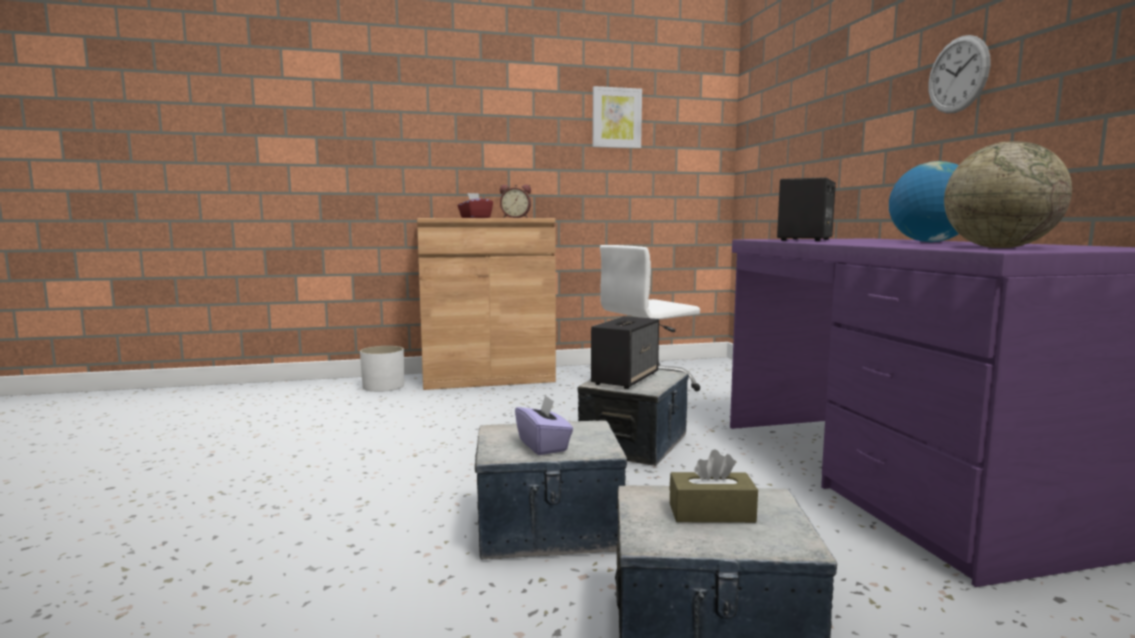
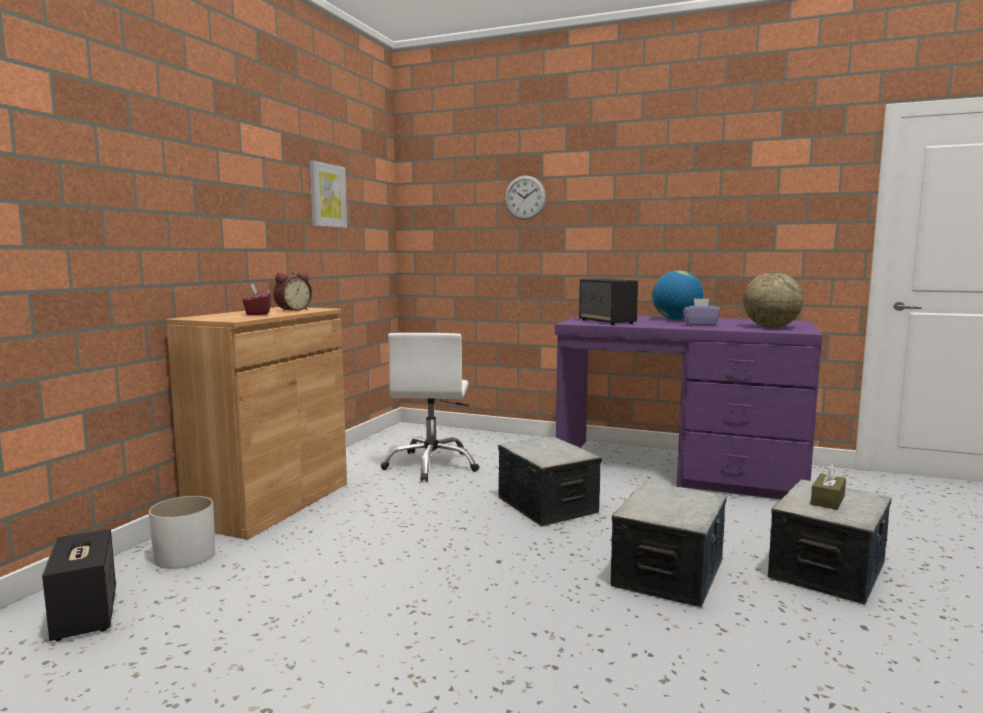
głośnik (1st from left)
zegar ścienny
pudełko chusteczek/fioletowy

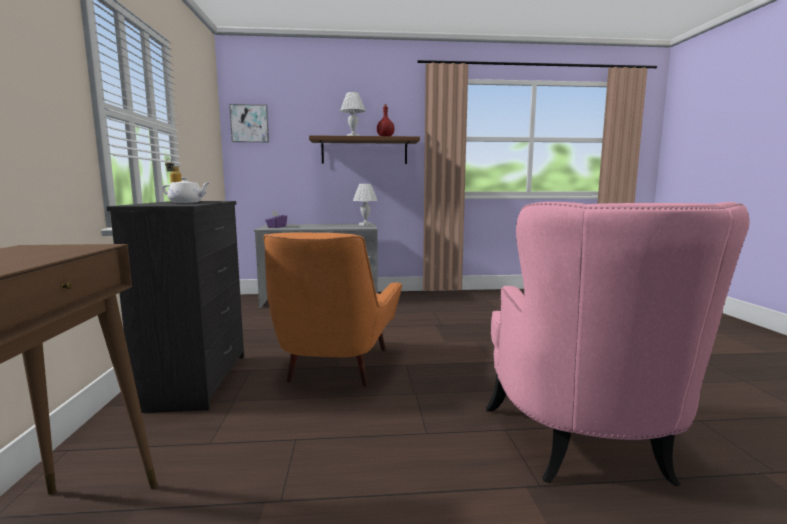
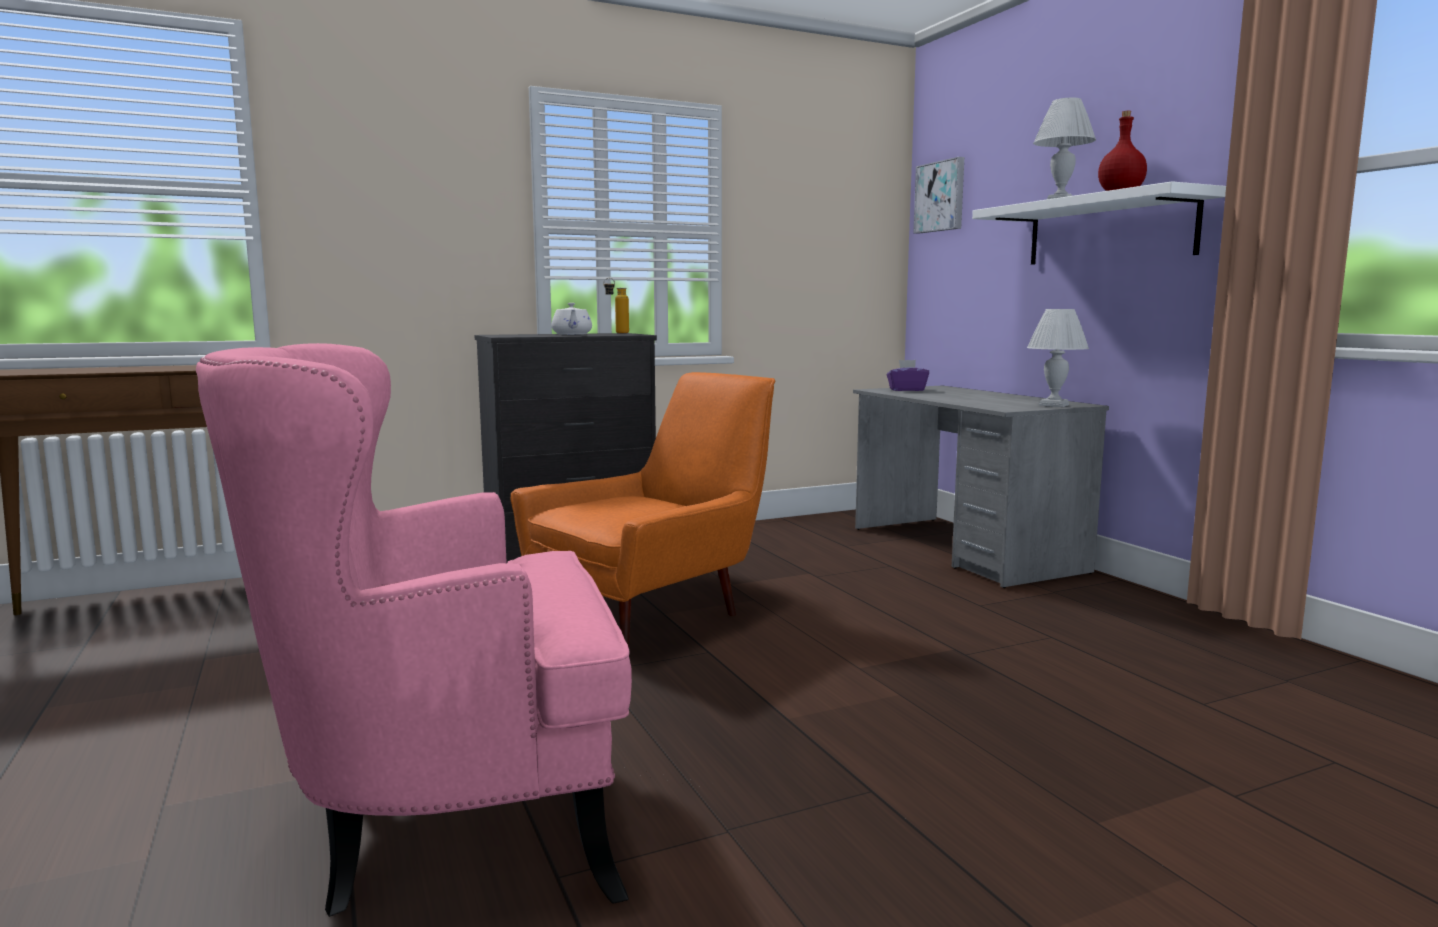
fotel/pomarańczowy
półka/biały

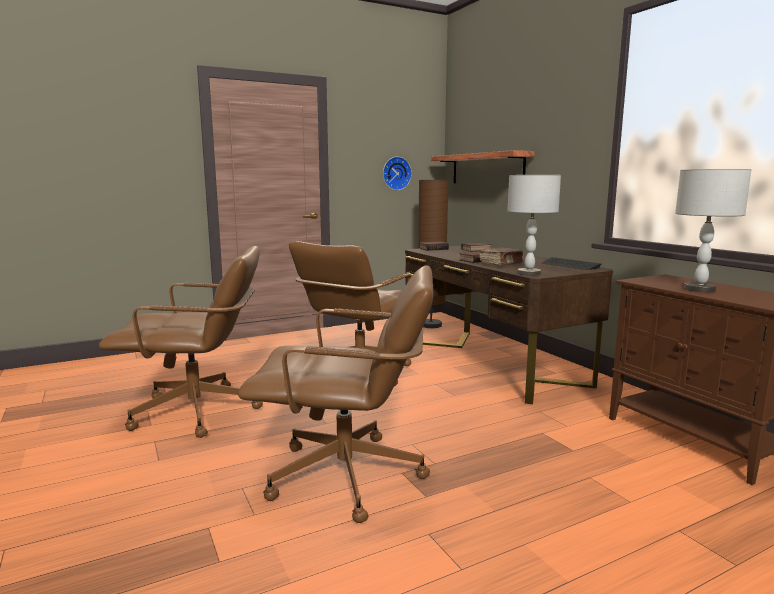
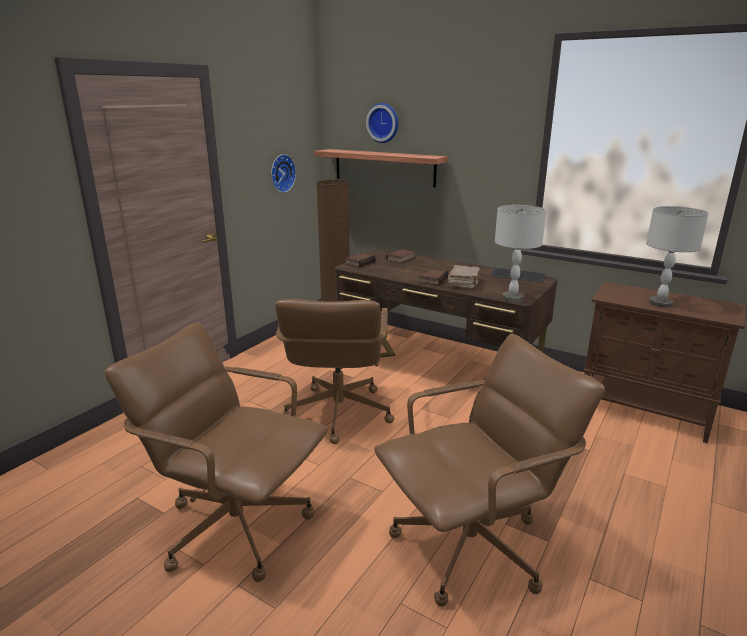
krzesło biurowe/brązowy (1st from left)
zegar ścienny (2nd from left)

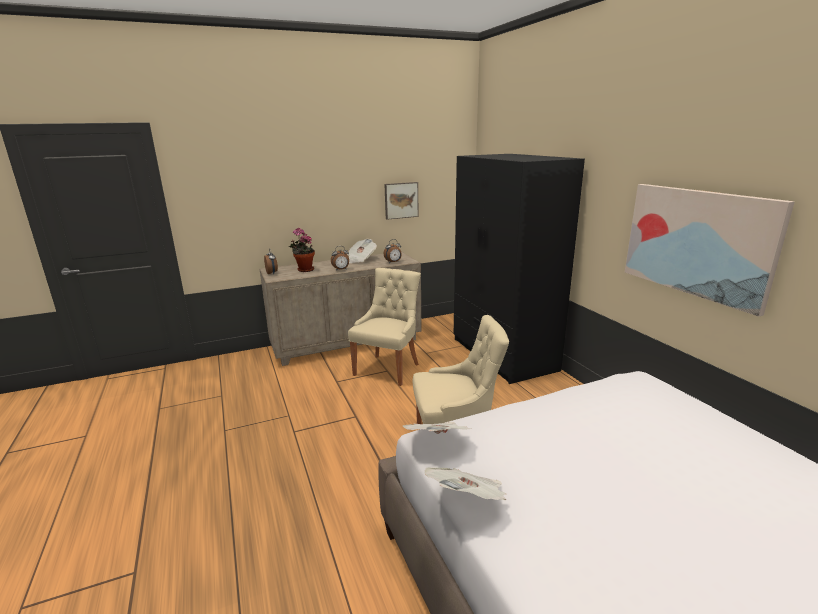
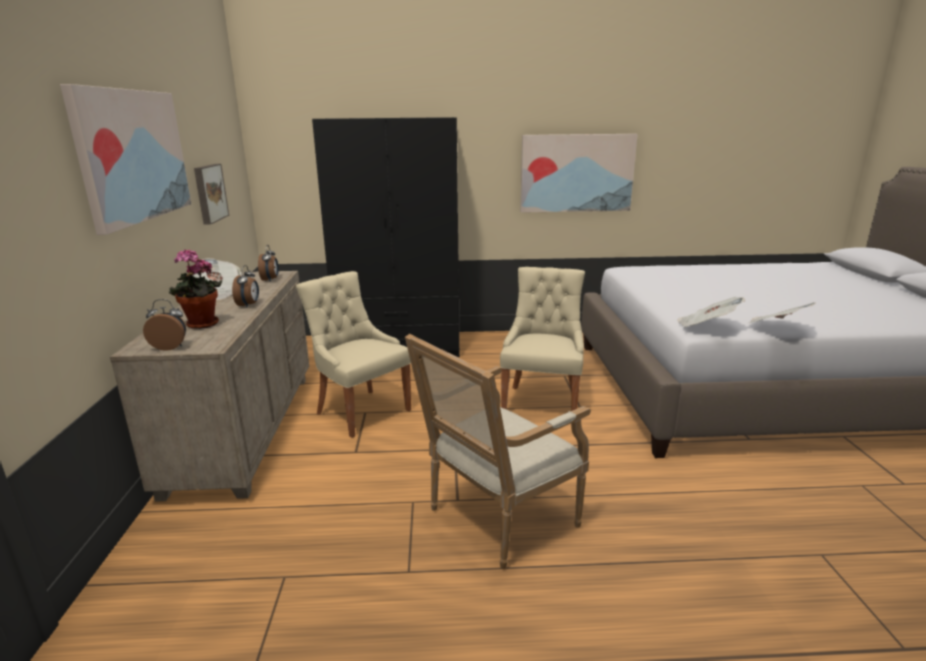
obraz (1st from left)
fotel

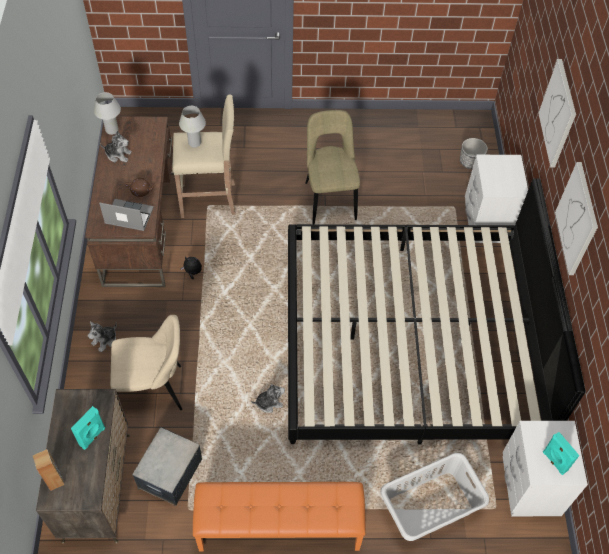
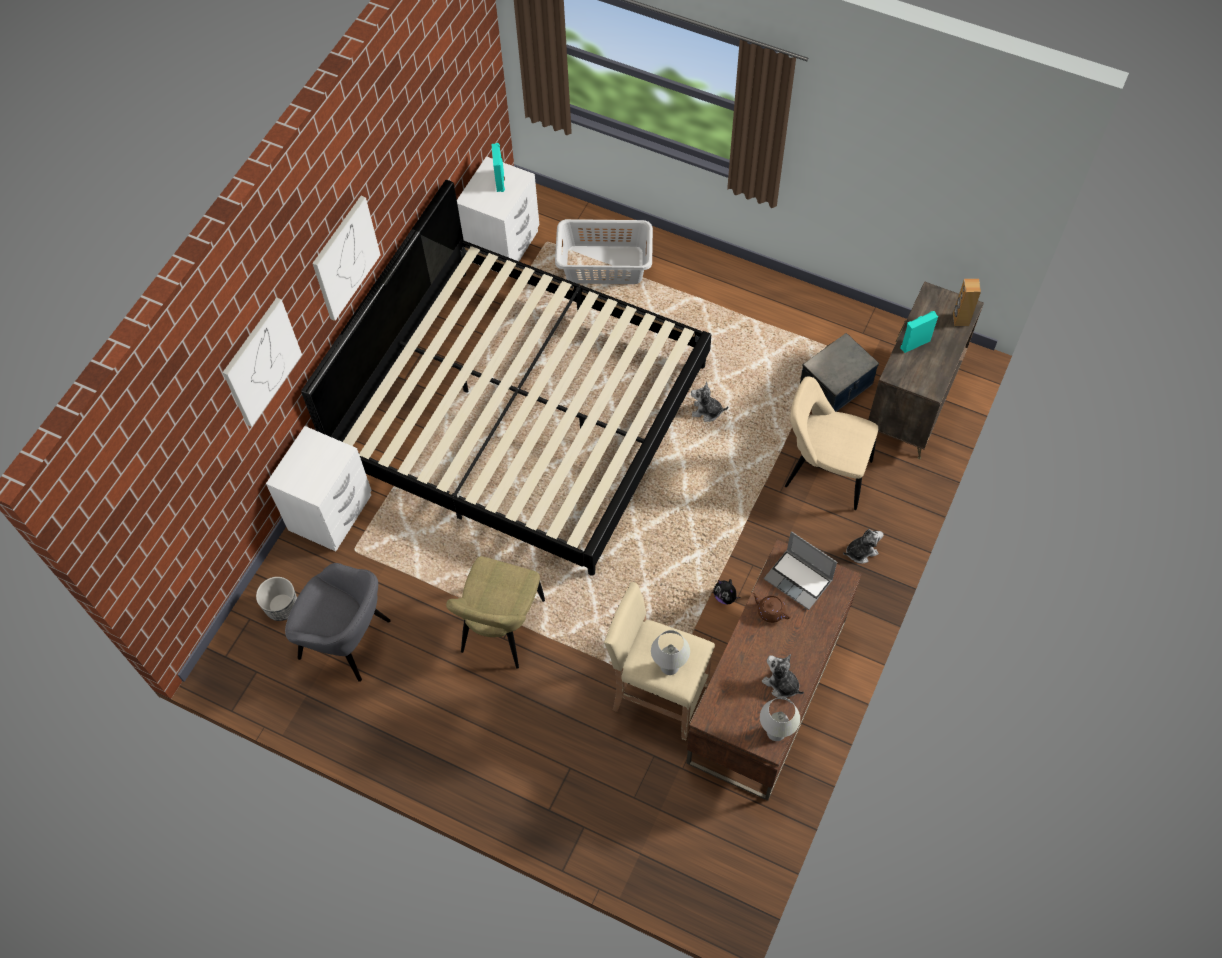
fotel/szary
ławka/pomarańczowy

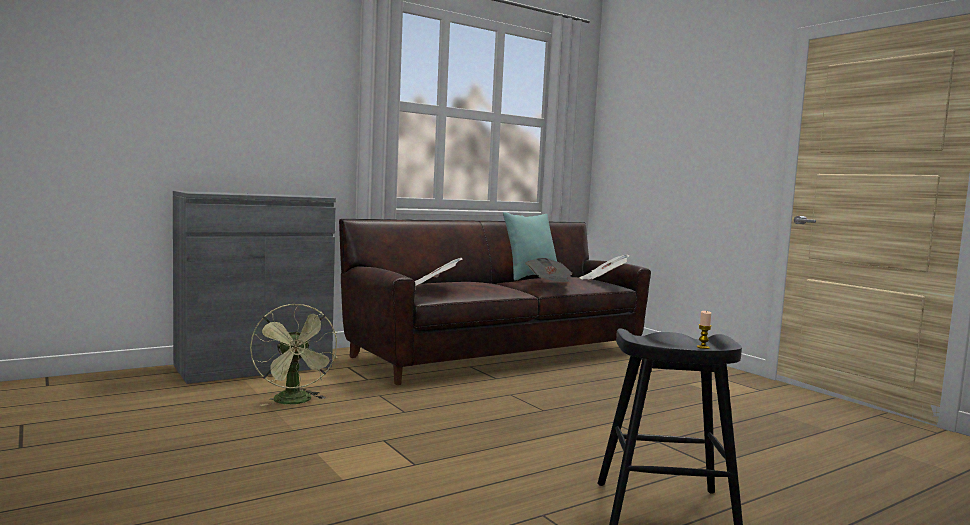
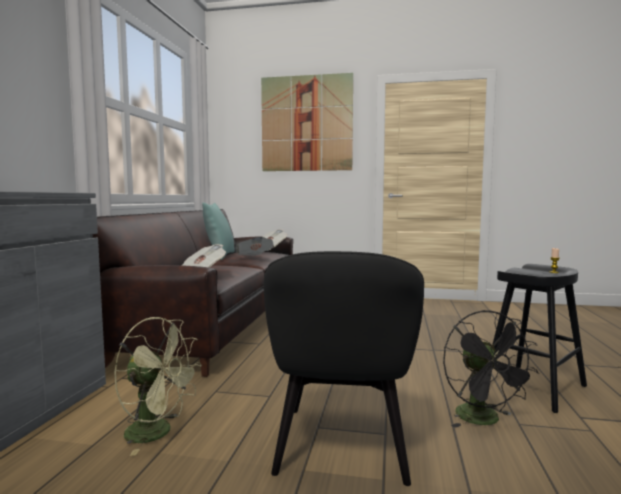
obraz
fotel/czarny
wentylator/czarny

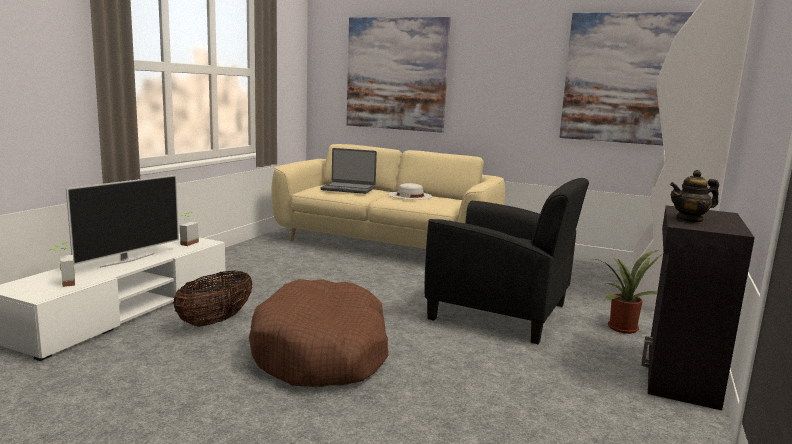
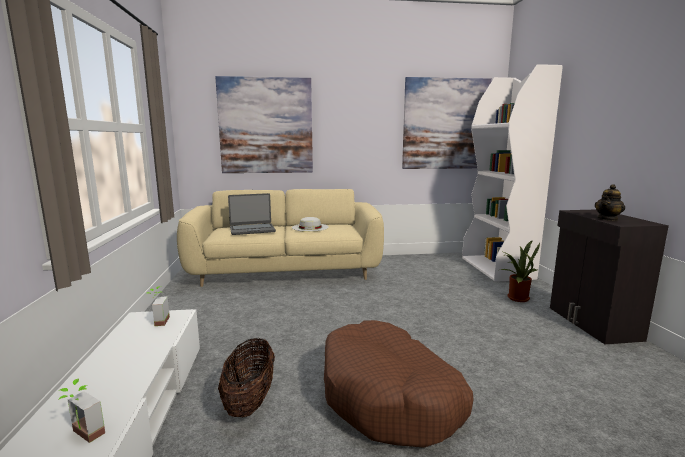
telewizor
fotel/czarny

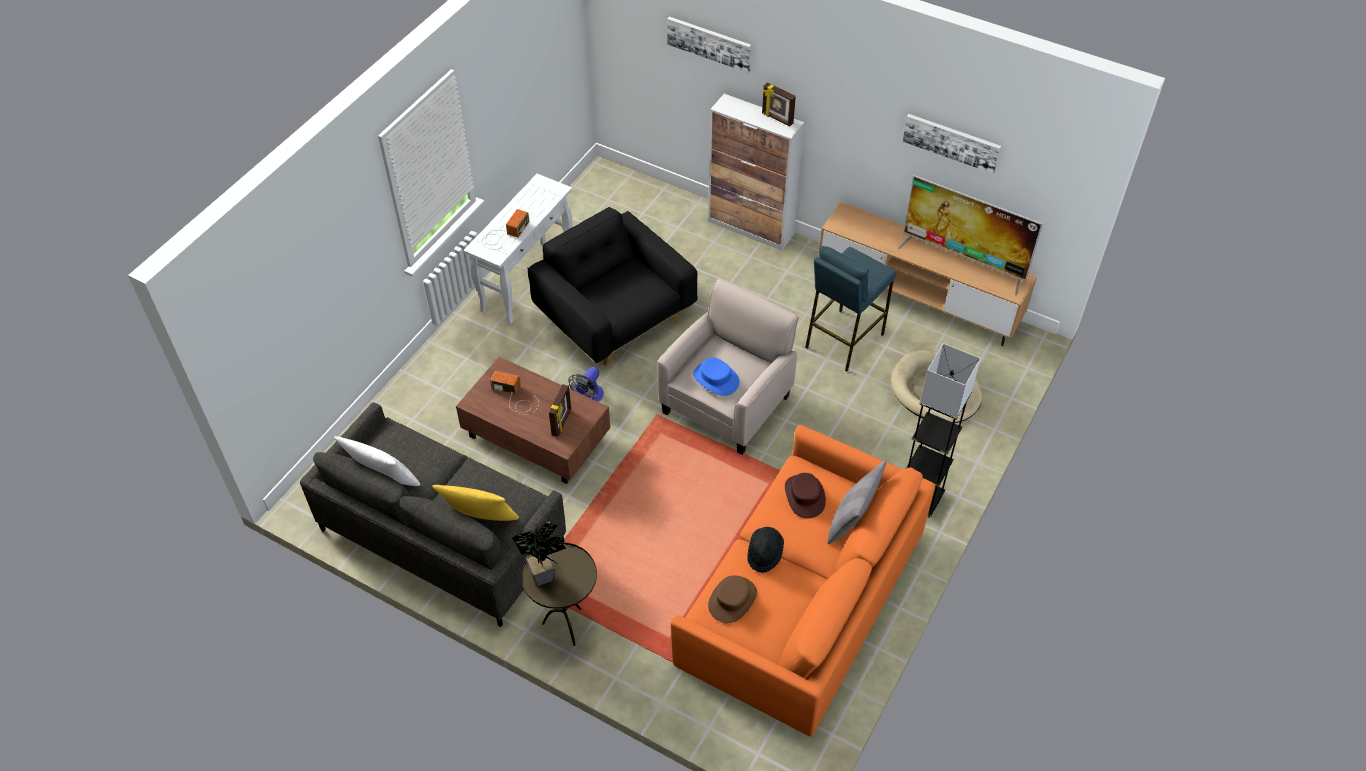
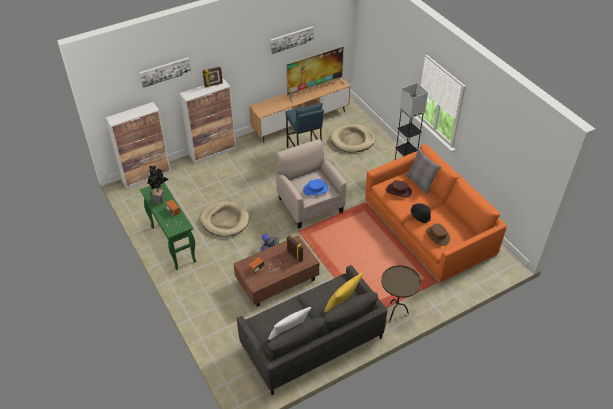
szafka (1st from left)
stolik konsolowy/zielony
roślina doniczkowa
legowisko/beżowy (1st from left)

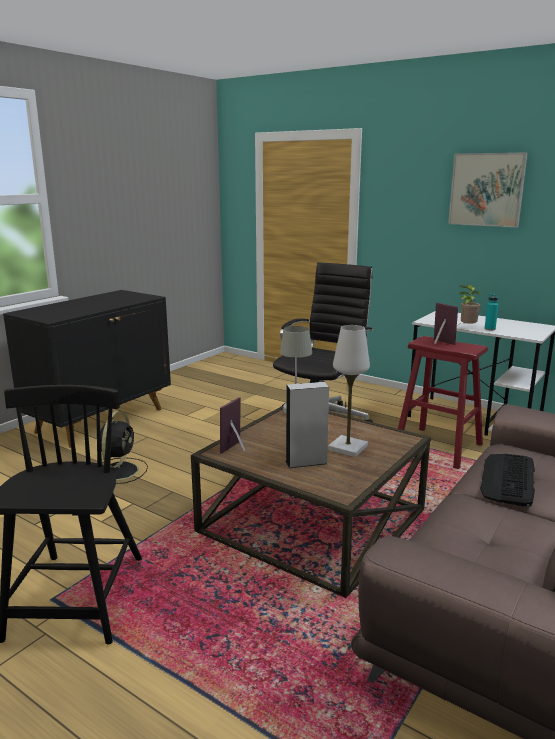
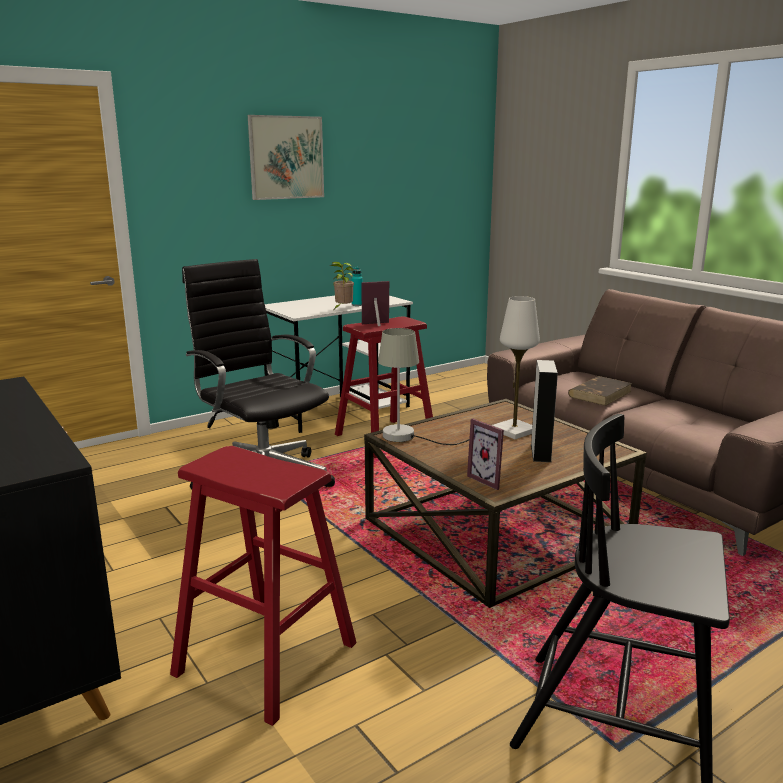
stołek/czerwony (1st from left)
książka/brązowy

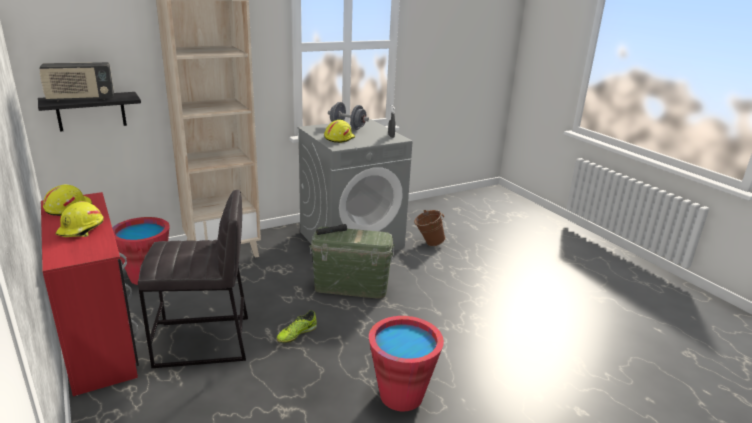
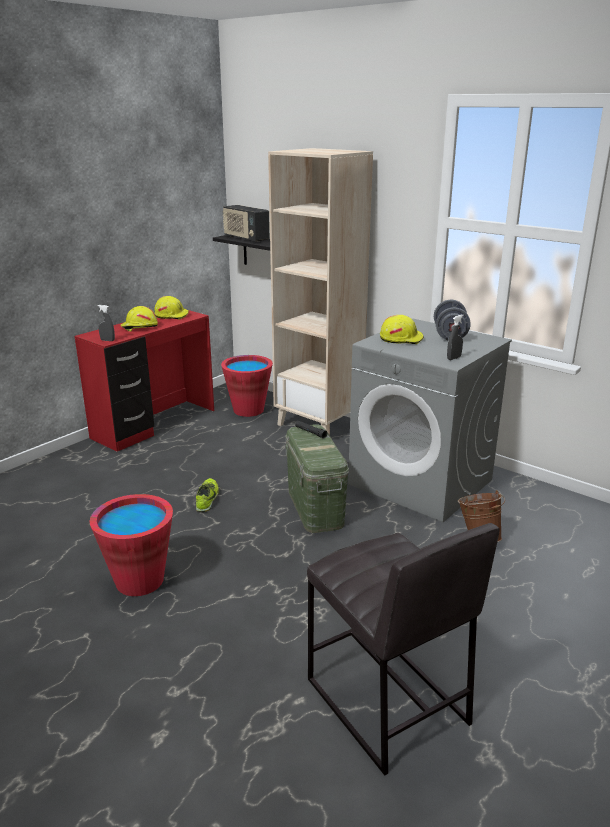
spryskiwacz/szary (1st from left)
but
stołek/szary

